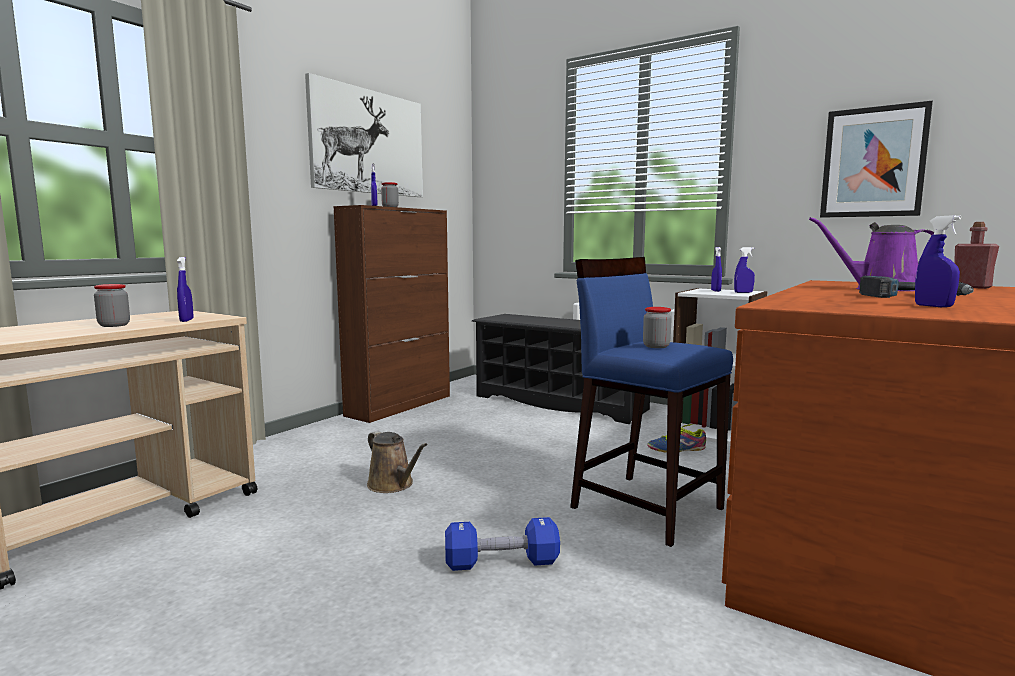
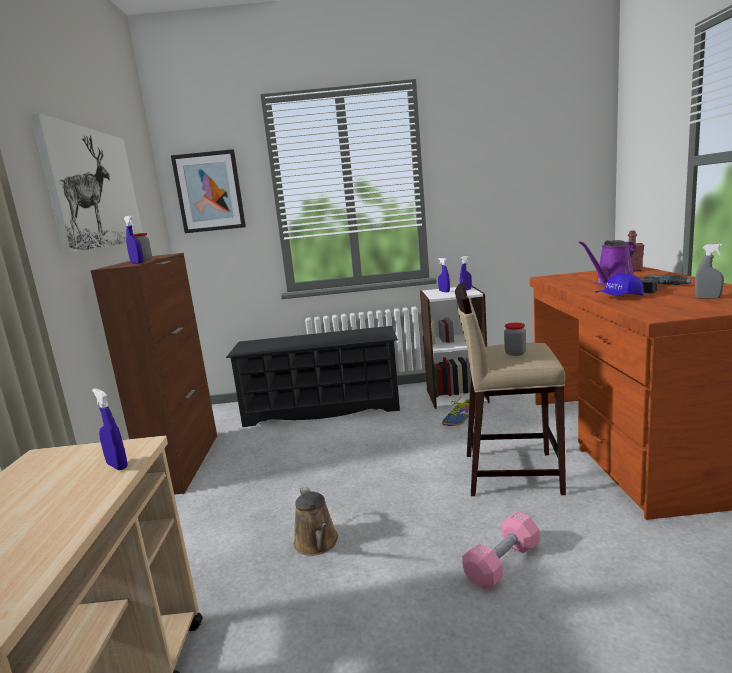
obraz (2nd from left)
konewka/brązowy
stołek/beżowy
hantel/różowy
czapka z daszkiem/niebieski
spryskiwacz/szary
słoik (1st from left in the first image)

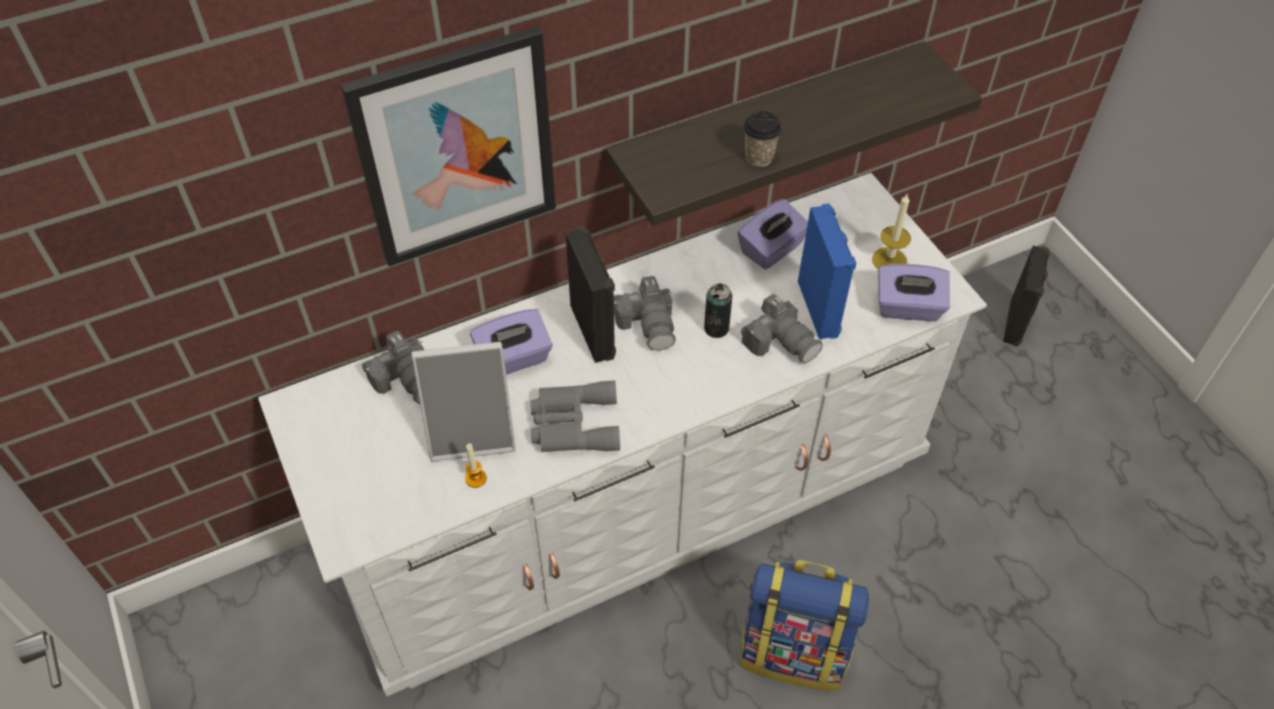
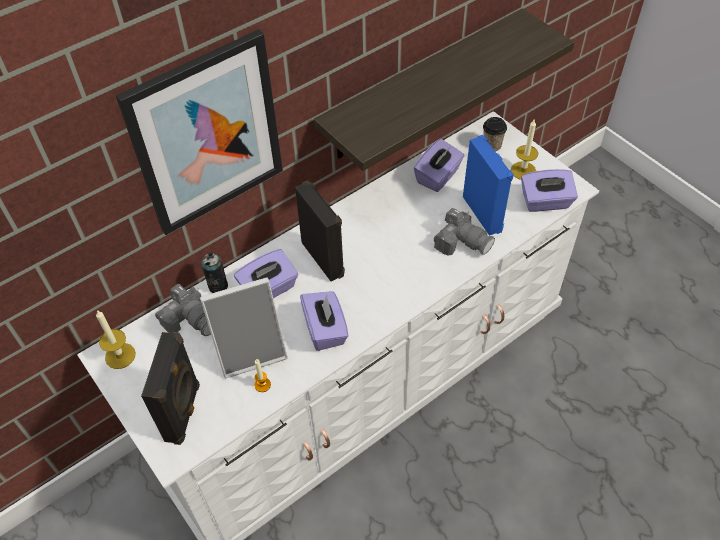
świeca (1st from left)
głośnik/czarny (1st from left)
puszka
pudełko chusteczek/fioletowy (2nd from left)
filiżanka
aparat fotograficzny (2nd from left in the first image)
plecak

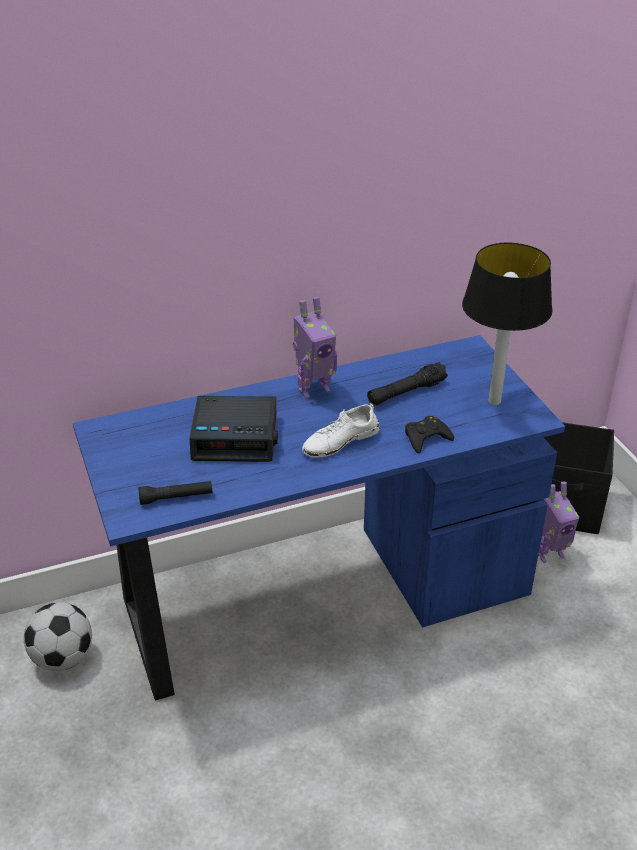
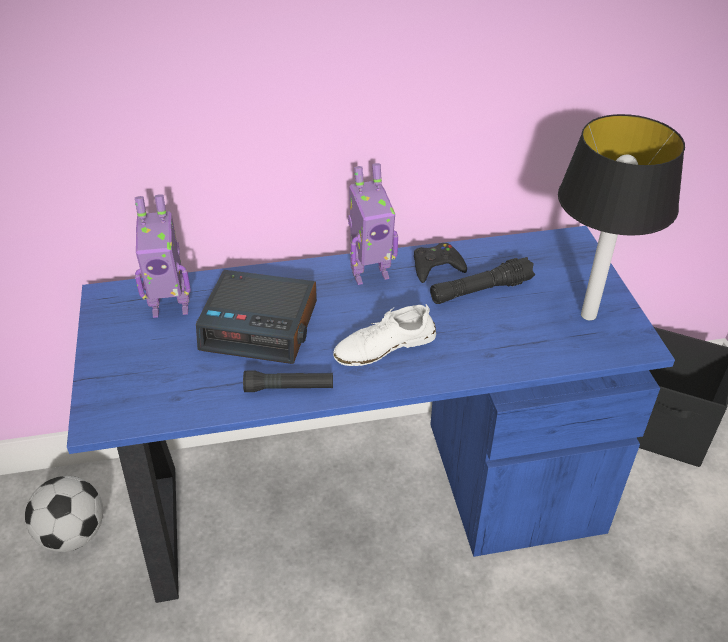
robot zabawkowy (1st from left)
latarka/czarny (1st from left)
pad do gier/czarny

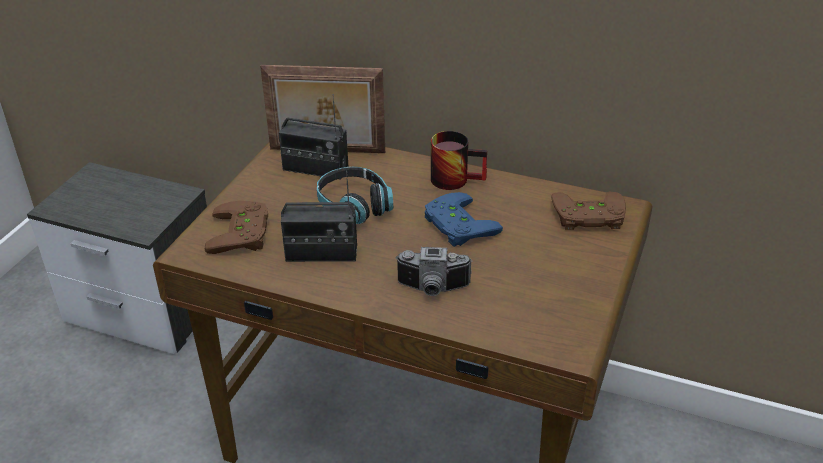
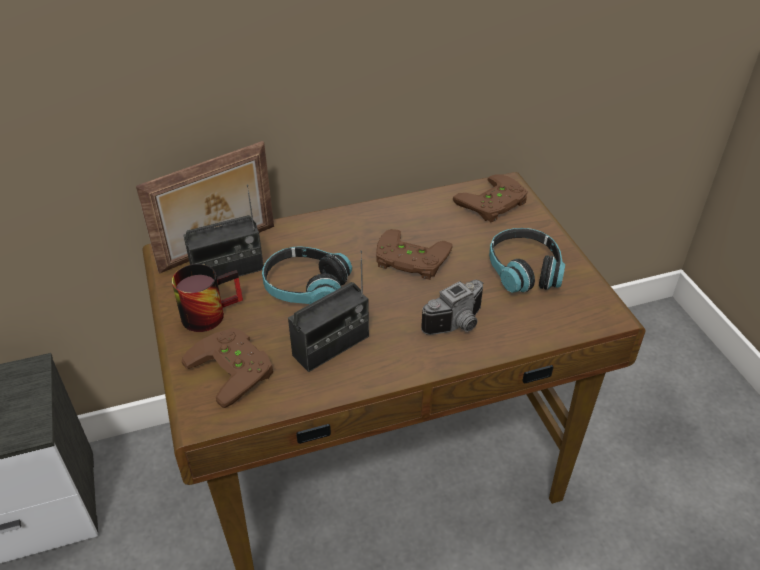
kubek
pad do gier/brązowy (2nd from left)
słuchawki (2nd from left)

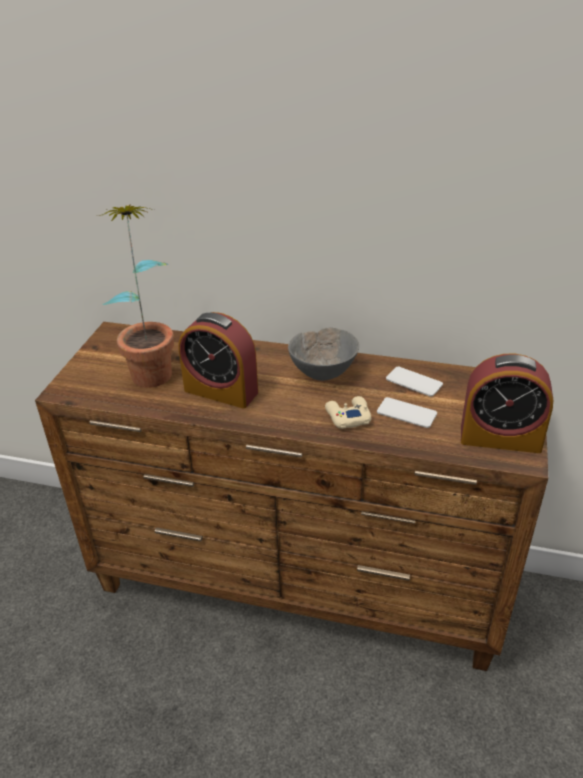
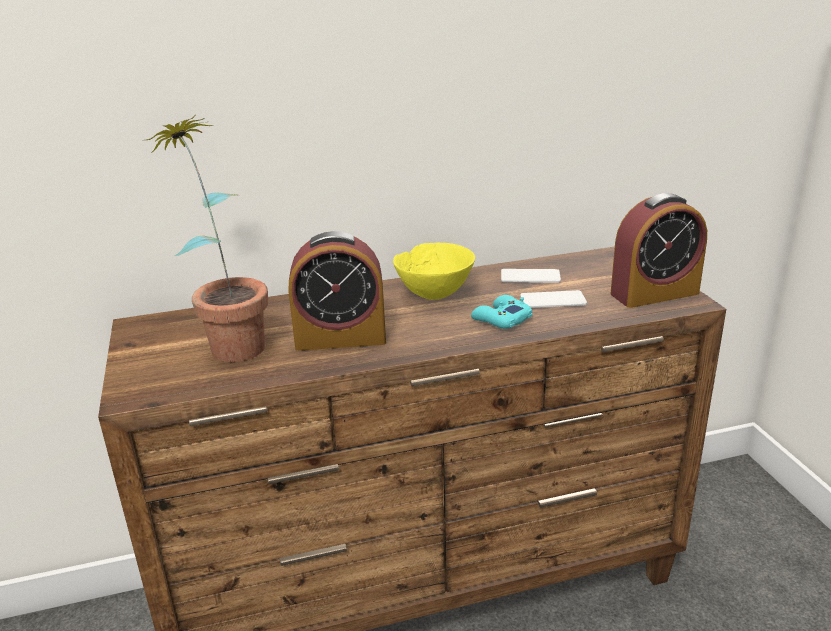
miska/żółty
pad do gier/turkusowy

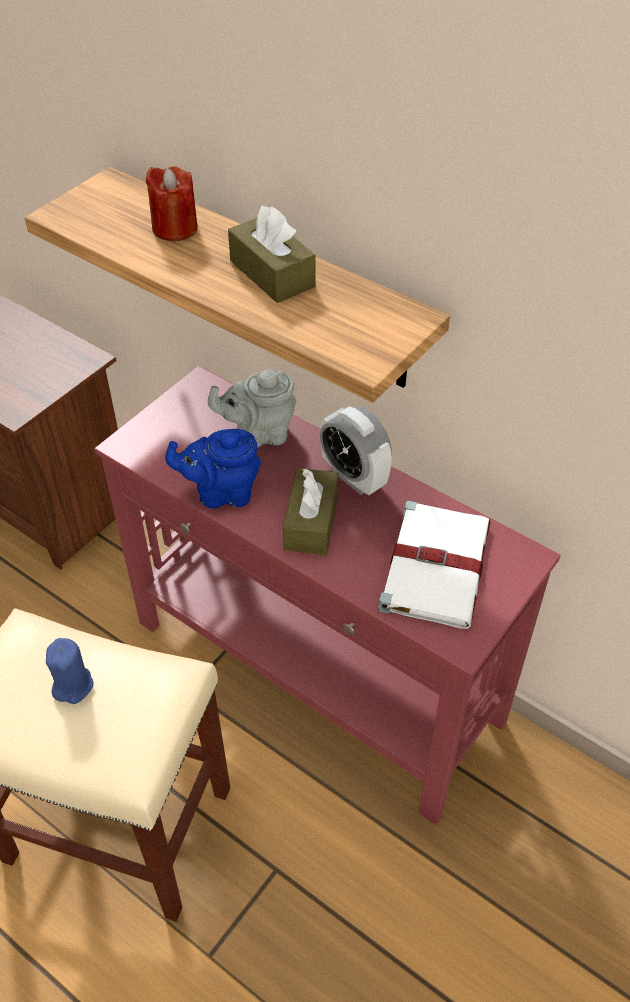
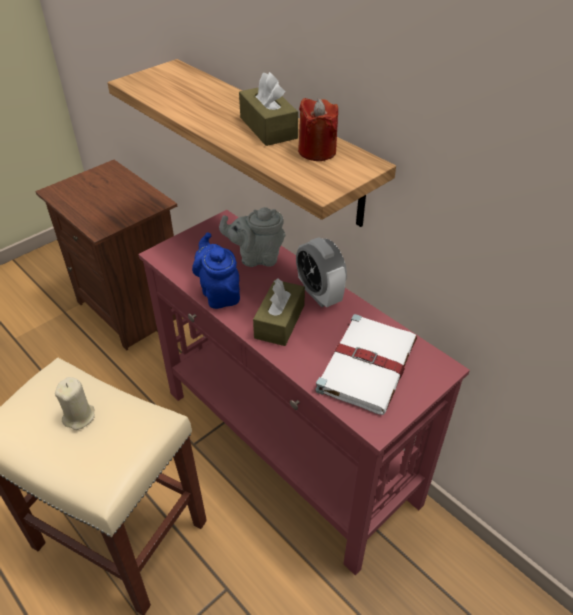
świeca/beżowy
imbryk/niebieski
świeca/czerwony

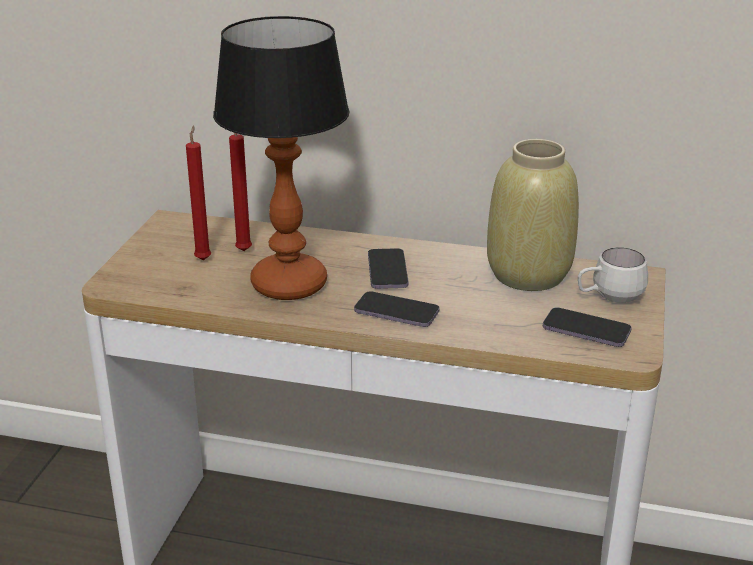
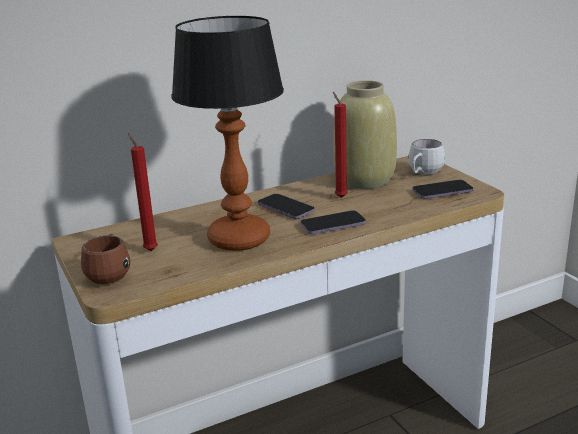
kubek/brązowy
świeca/czerwony (2nd from left)

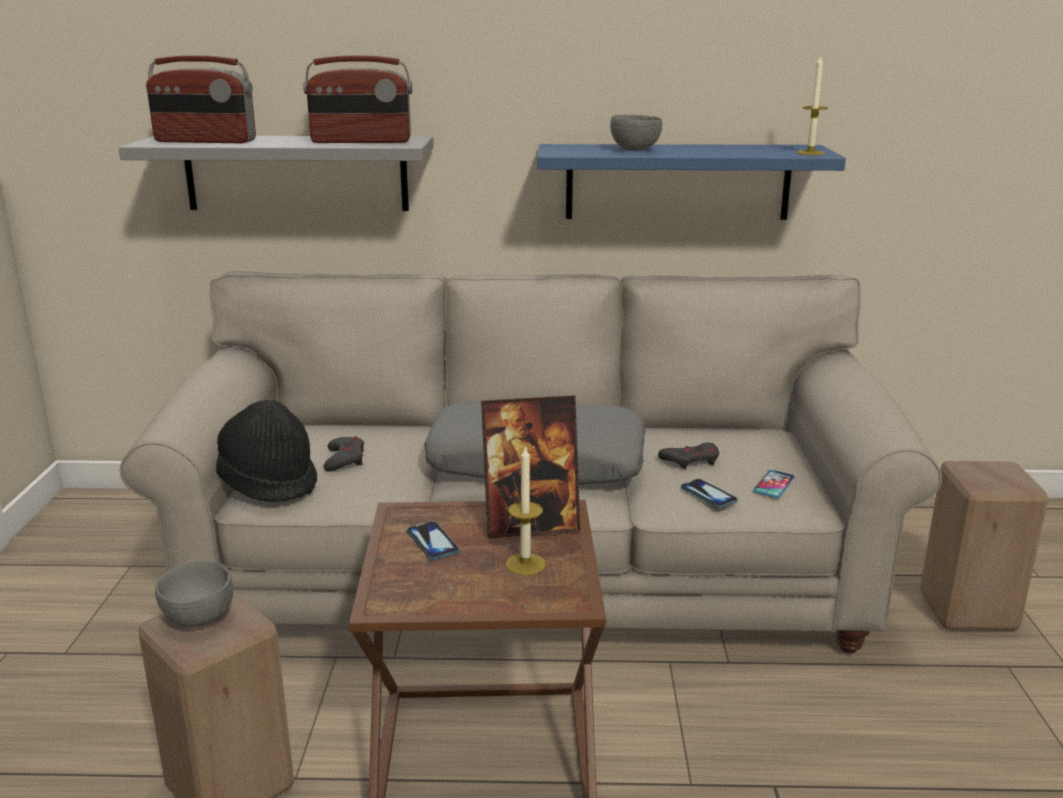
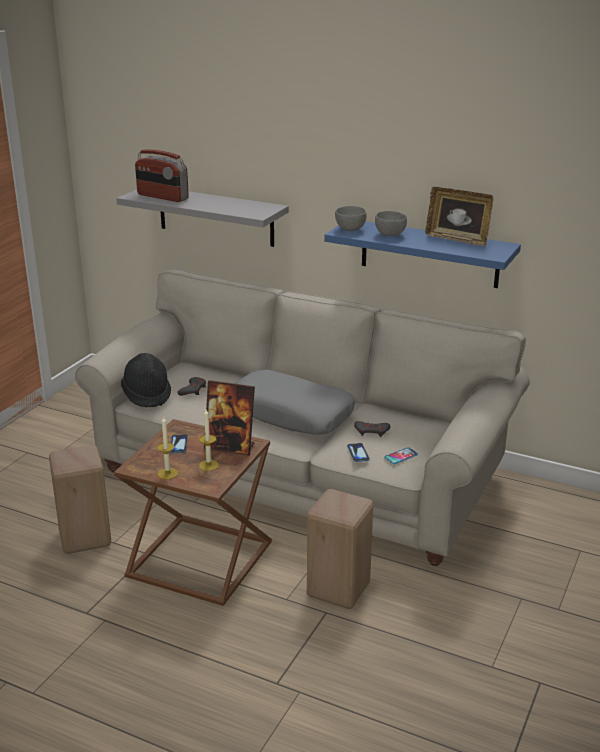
świeca (1st from left)
stołek/beżowy (2nd from left)
miska/szary (1st from left)
ramka na zdjęcie (2nd from left)
radio (2nd from left in the first image)

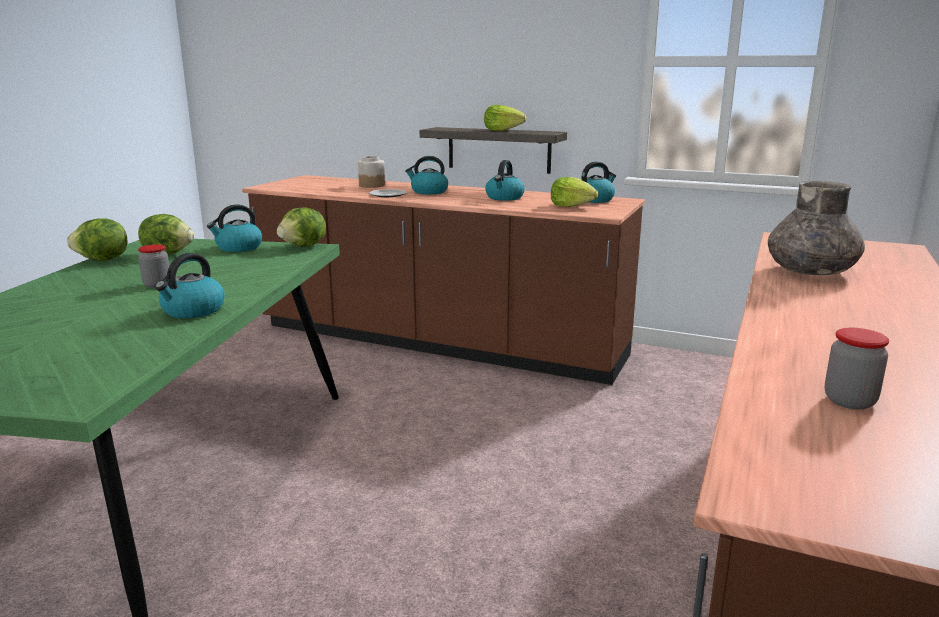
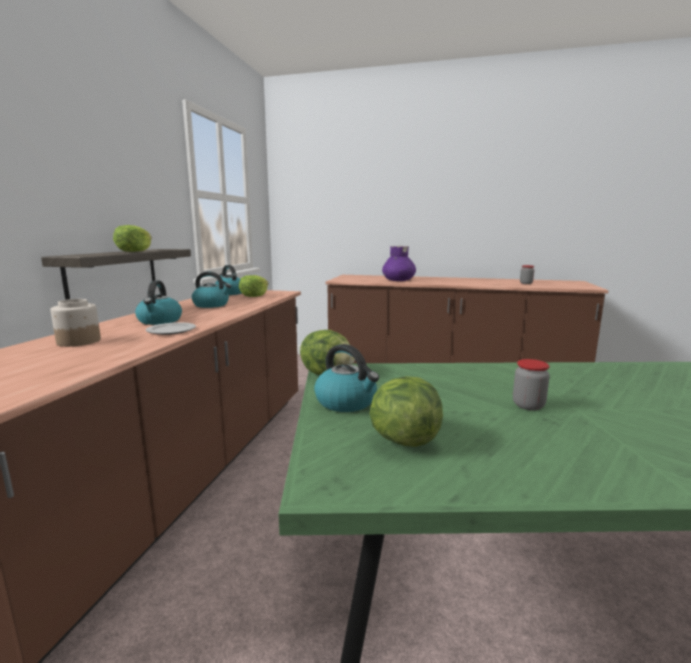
wazon/fioletowy
sałata (1st from left in the first image)
czajnik (1st from left in the first image)

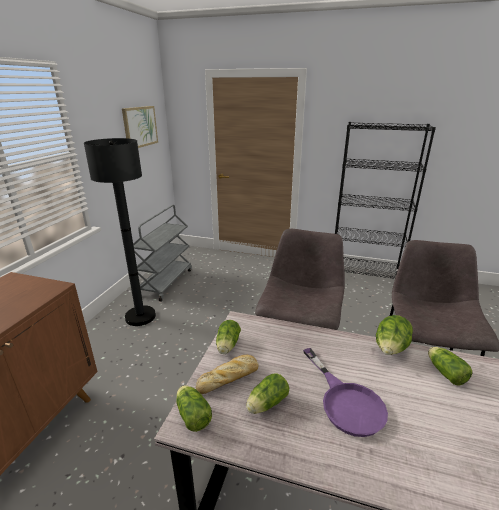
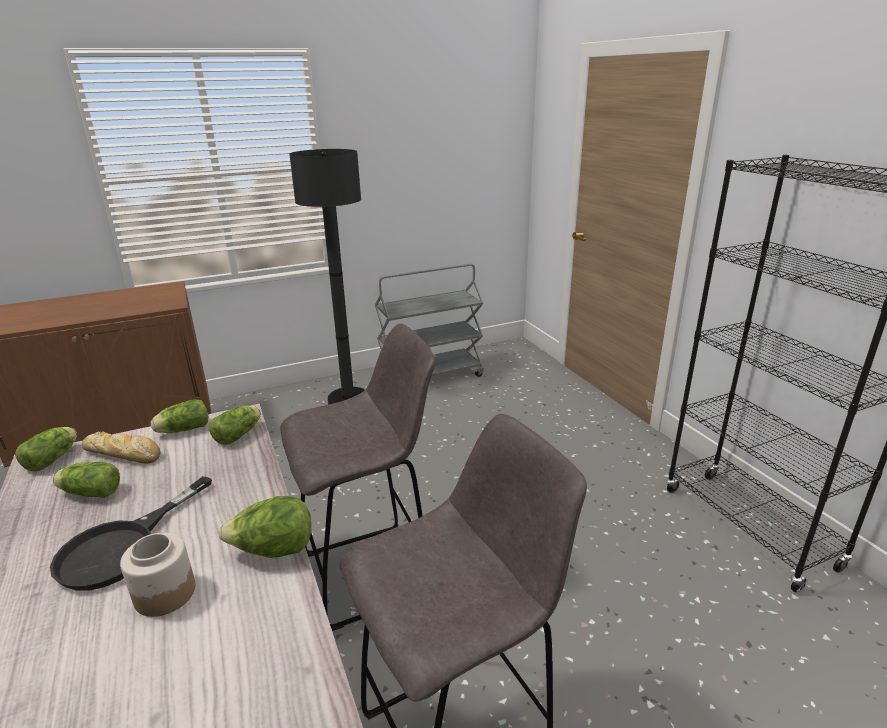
patelnia/czarny
słoik
sałata (4th from left)
obraz

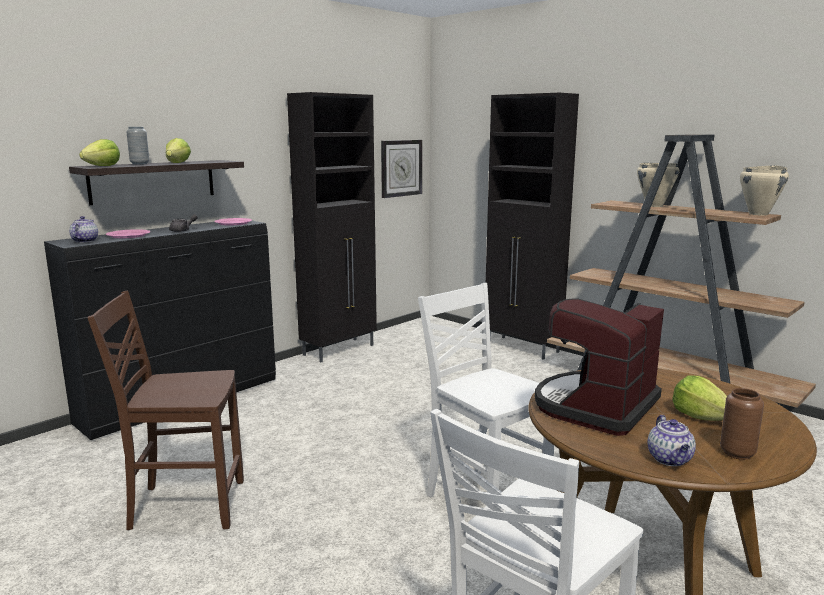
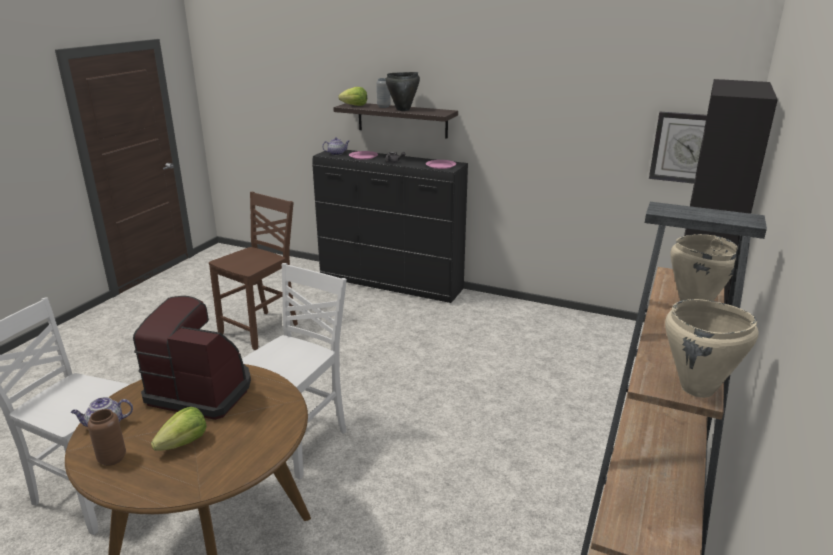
krzesło/brązowy
garnek/czarny
szafka/czarny (1st from left in the first image)

